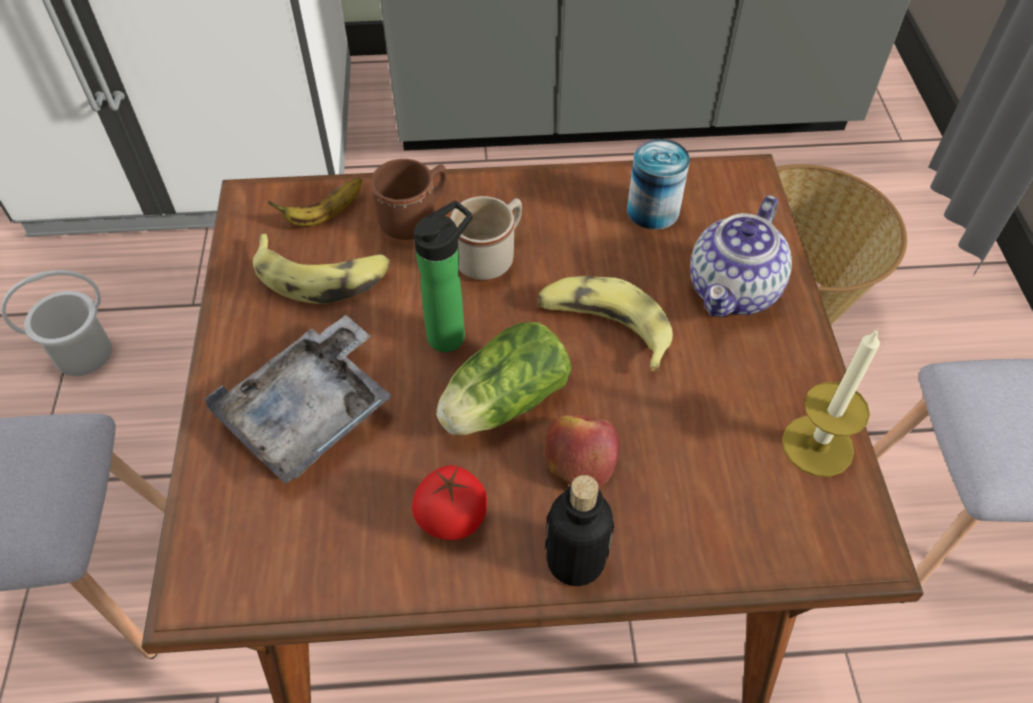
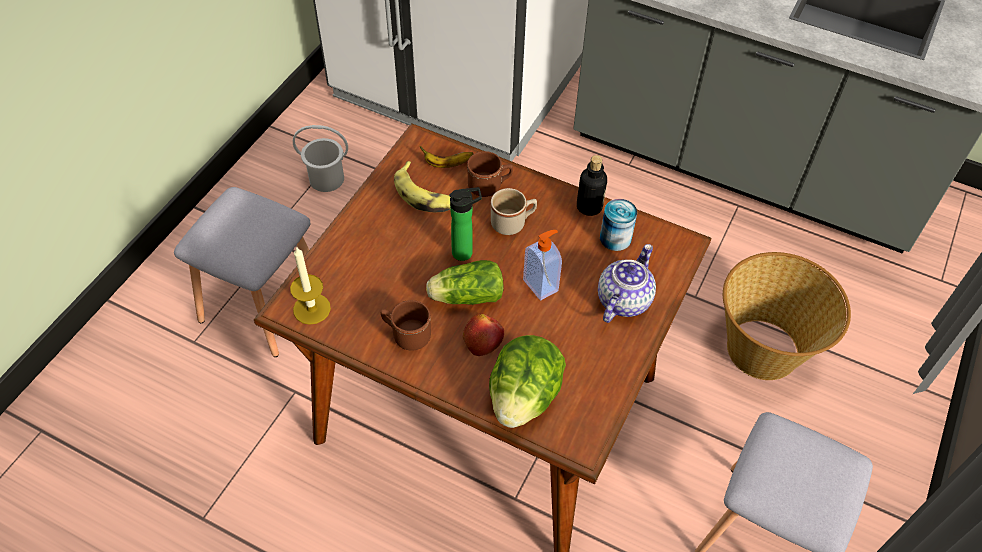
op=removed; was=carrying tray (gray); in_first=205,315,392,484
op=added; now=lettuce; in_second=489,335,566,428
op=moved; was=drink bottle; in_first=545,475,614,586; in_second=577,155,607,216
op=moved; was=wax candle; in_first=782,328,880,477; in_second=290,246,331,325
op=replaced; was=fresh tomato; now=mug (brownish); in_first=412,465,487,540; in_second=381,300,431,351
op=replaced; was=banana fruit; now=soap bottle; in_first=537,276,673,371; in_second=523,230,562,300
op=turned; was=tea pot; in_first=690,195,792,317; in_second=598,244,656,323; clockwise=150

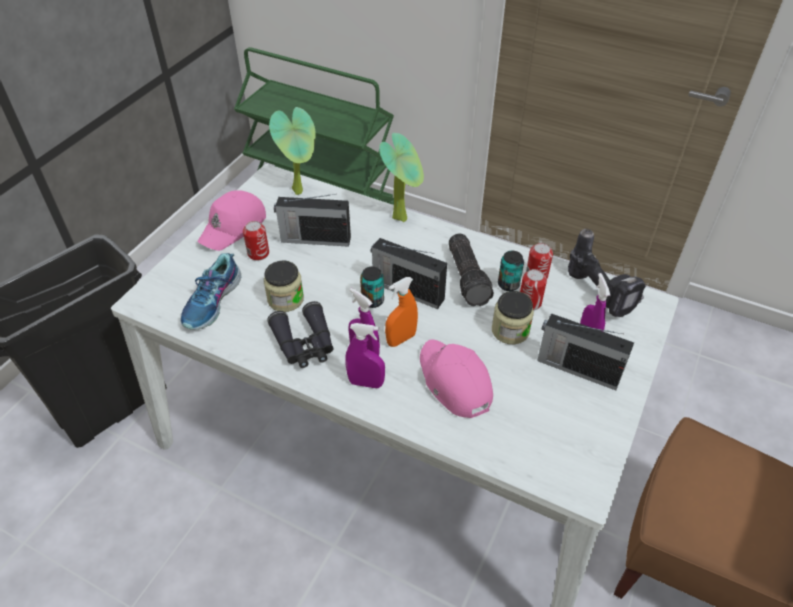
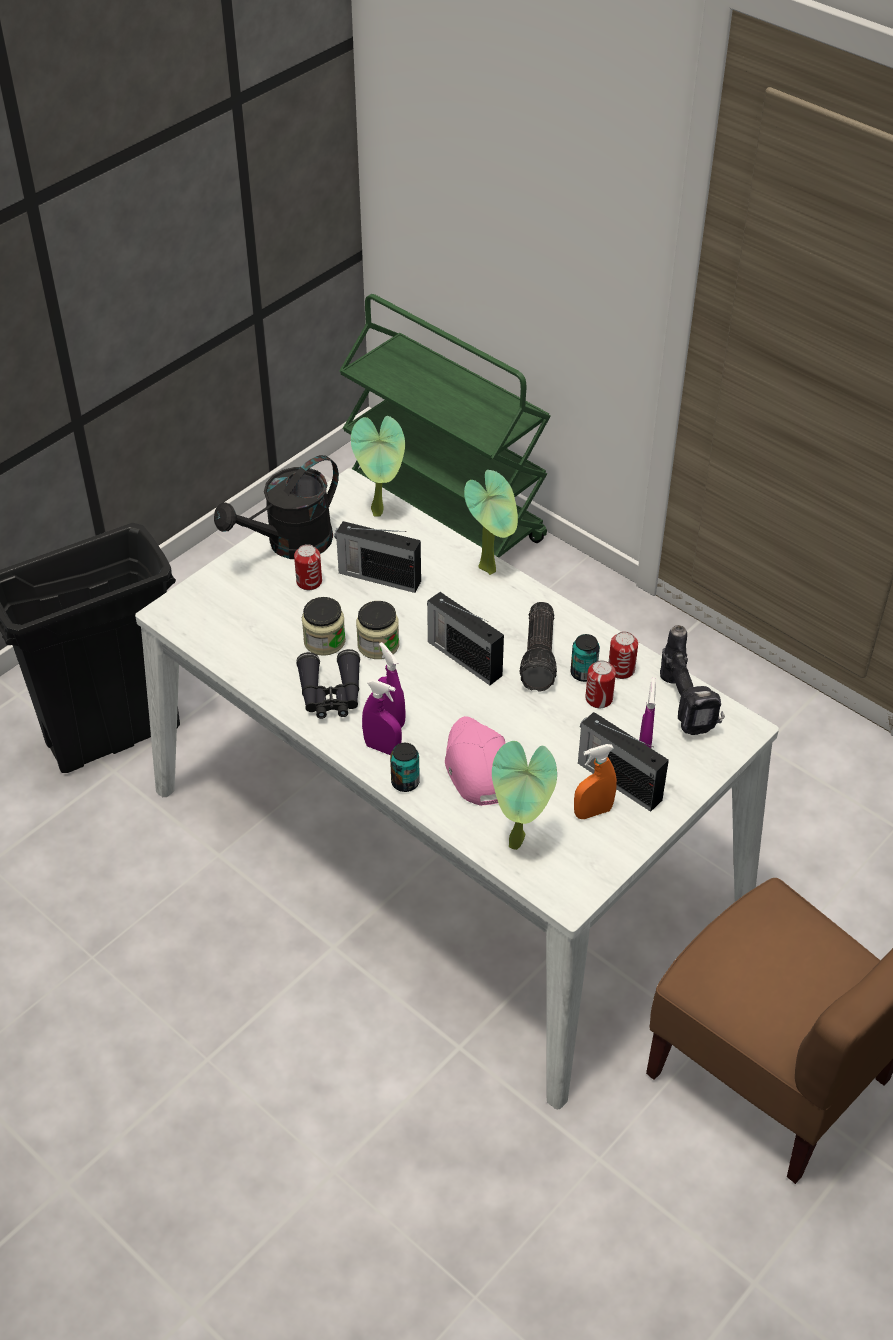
op=removed; was=low shoe; in_first=181,253,241,330
op=added; now=potted plant; in_second=492,741,557,850
op=moved; was=metal can; in_first=360,267,384,308; in_second=390,743,420,792
op=moved; was=hand sprayer (orange); in_first=385,277,418,347; in_second=574,744,617,819
op=moved; was=preserve jar; in_first=492,291,534,344; in_second=356,601,399,659
op=replaced; was=cap (pinkish); now=sprinkling can (black-coloured); in_first=198,190,266,251; in_second=214,455,339,559

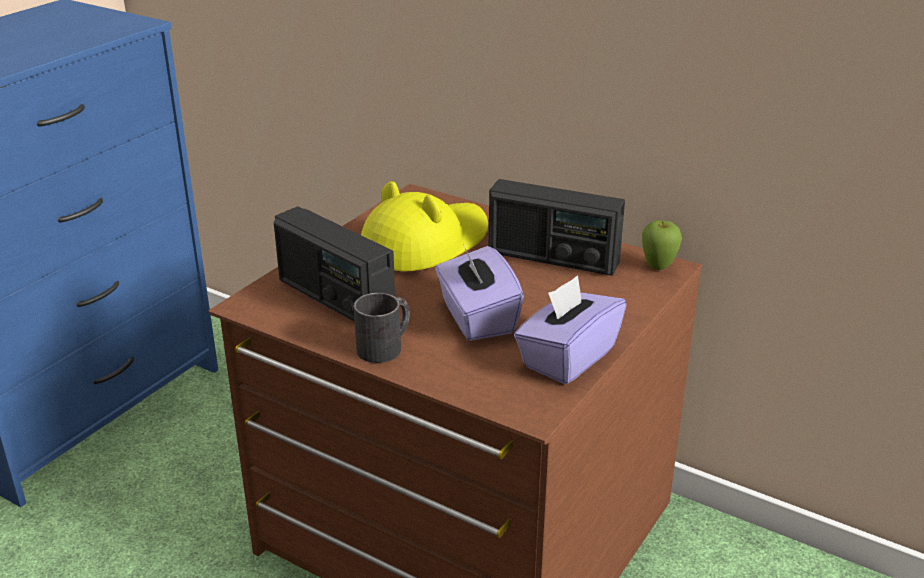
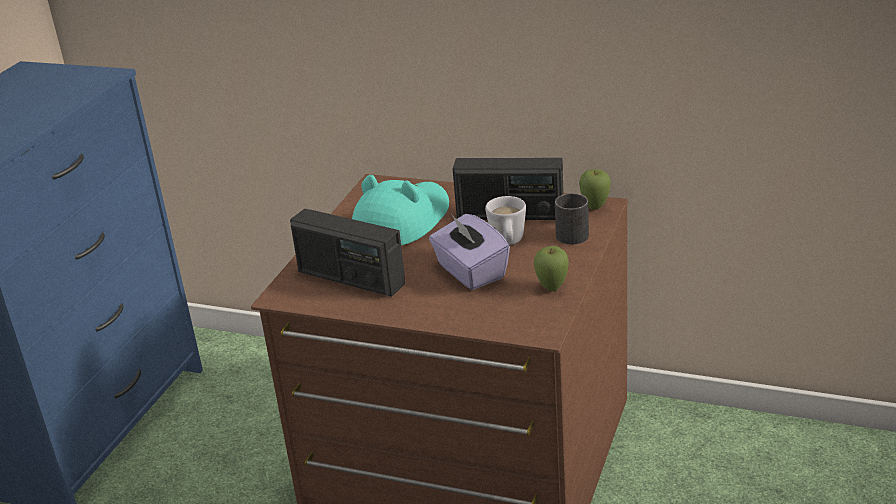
op=added; now=mug (white-coloured); in_second=485,196,526,245
op=moved; was=mug (black-coloured); in_first=354,293,410,363; in_second=555,193,589,244
op=replaced; was=tissue box (purple); now=apple; in_first=514,275,626,384; in_second=534,246,569,291
op=recoloured; was=hat (yellow); now=hat (turquoise); in_first=361,181,488,271; in_second=352,175,449,245

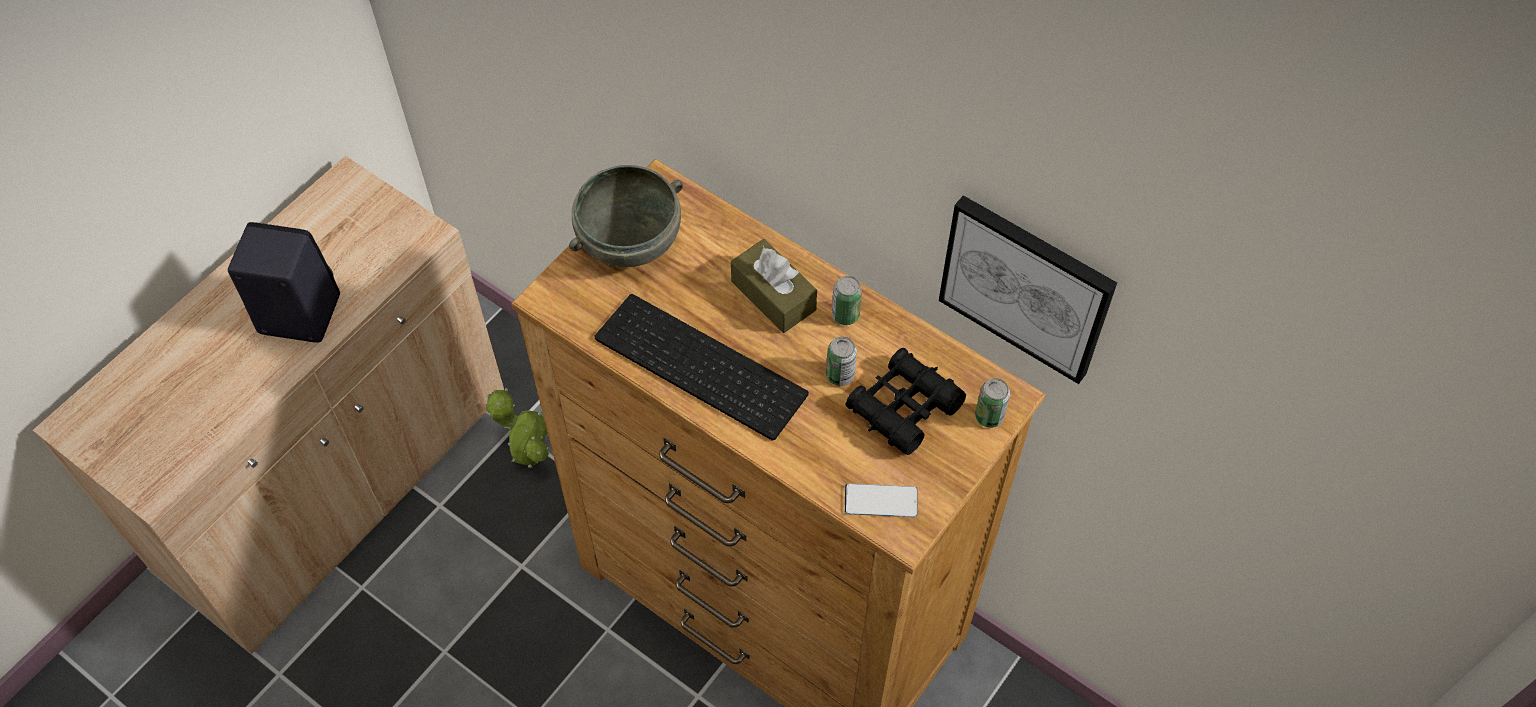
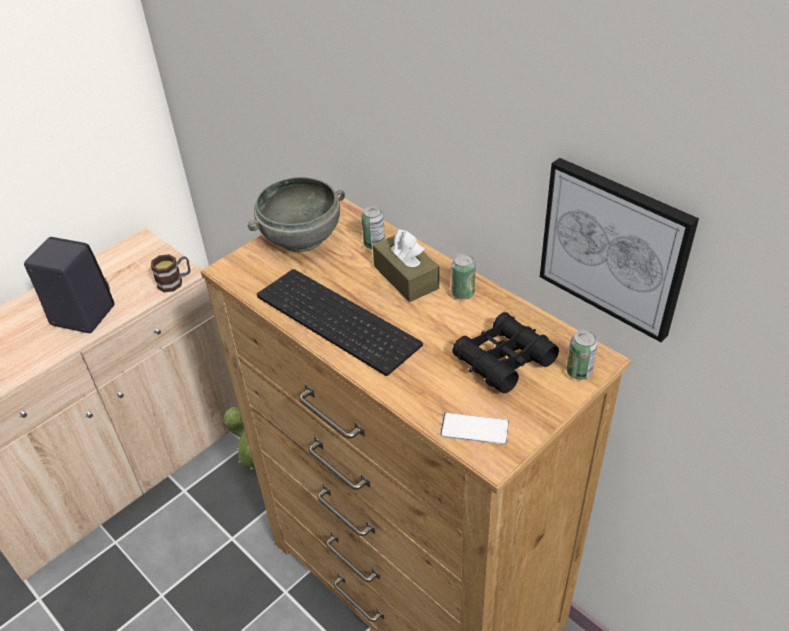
op=added; now=mug; in_second=151,254,190,292
op=moved; was=metal can; in_first=826,337,857,386; in_second=361,206,385,249

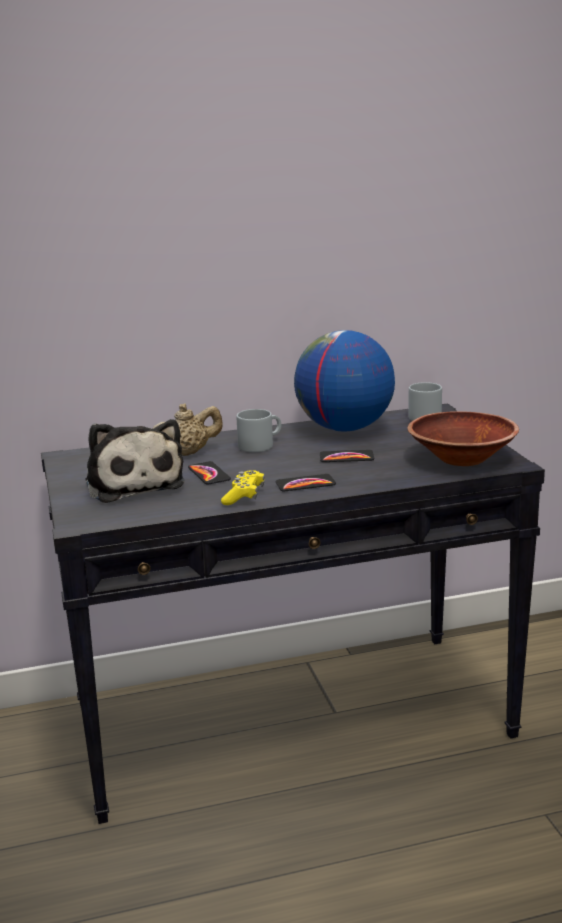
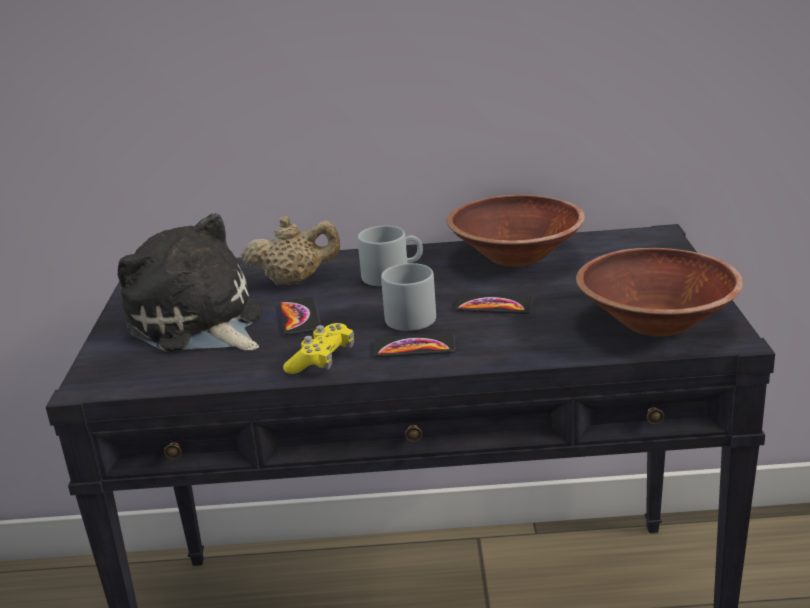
op=moved; was=mug (gray); in_first=408,382,442,421; in_second=381,263,436,331
op=replaced; was=world globe; now=deep dish (brownish); in_first=294,330,395,431; in_second=447,195,585,267
op=turned; was=soft toy; in_first=85,419,185,503; in_second=118,213,263,351; clockwise=150

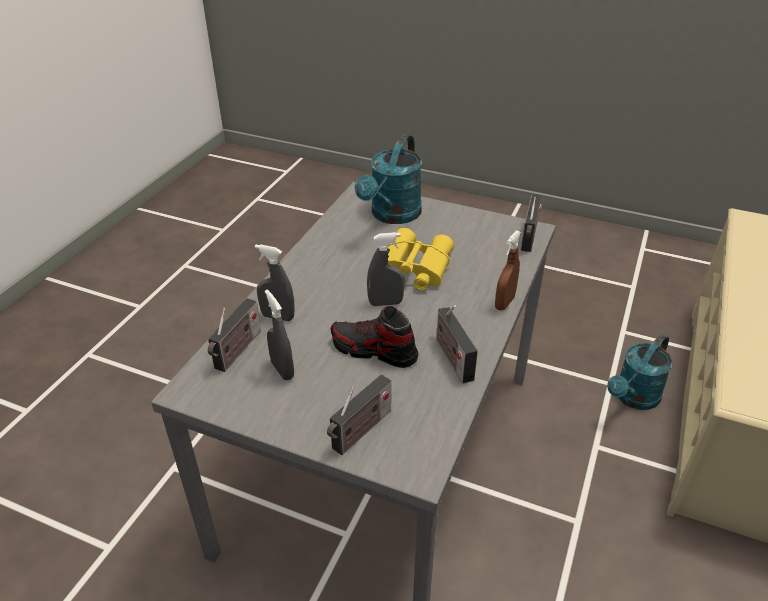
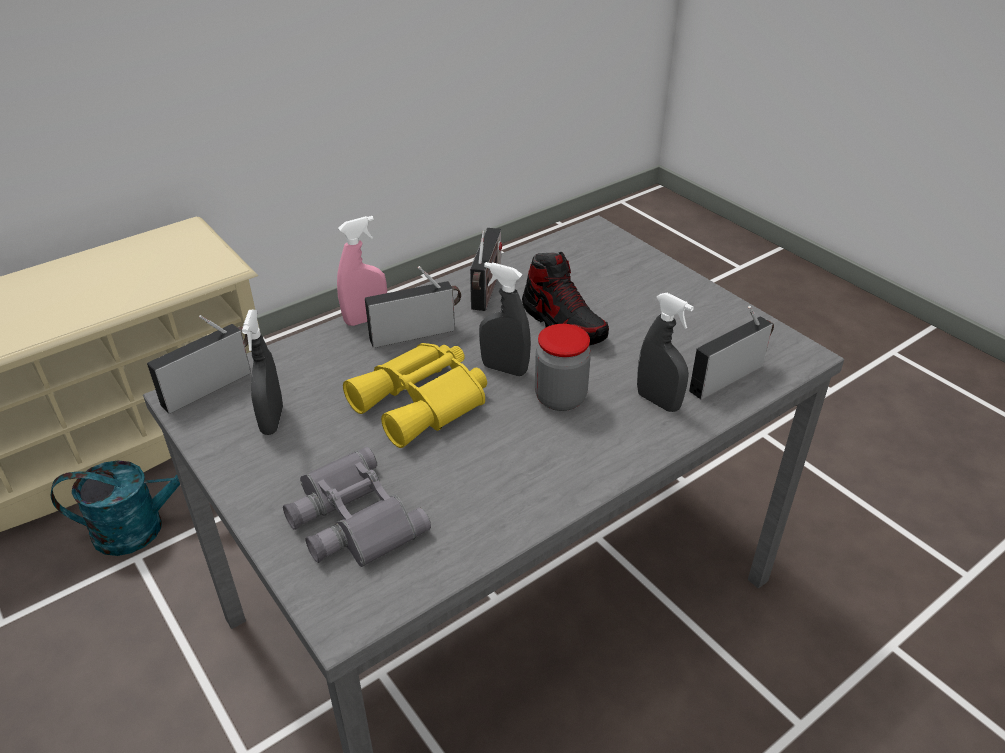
op=added; now=preserve jar; in_second=535,324,591,411
op=moved; was=hand sprayer (gray); in_first=265,290,294,380; in_second=242,310,283,435
op=moved; was=radio set; in_first=327,374,391,455; in_second=365,266,461,348
op=replaced; was=sprinkling can (turquoise); now=pair of binoculars (gray); in_first=355,134,422,224; in_second=283,447,431,567
op=recoloured; was=hand sprayer (brownish); now=hand sprayer (pinkish); in_first=495,231,521,311; in_second=337,216,387,326

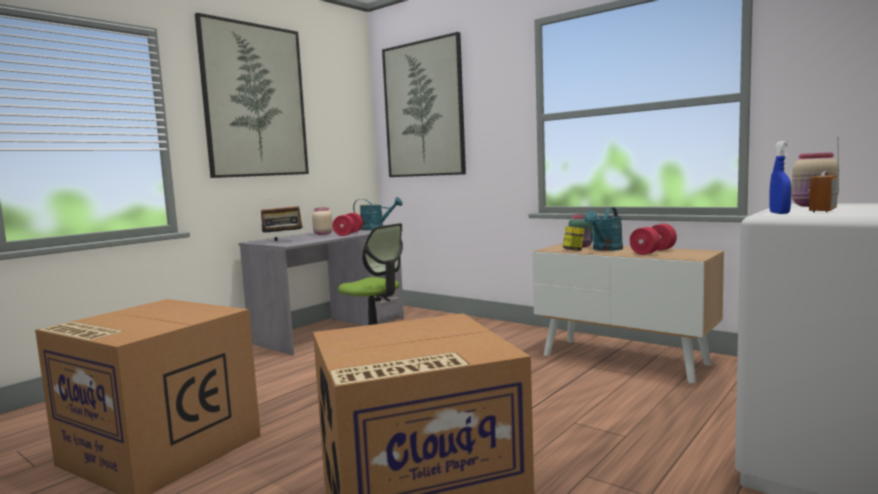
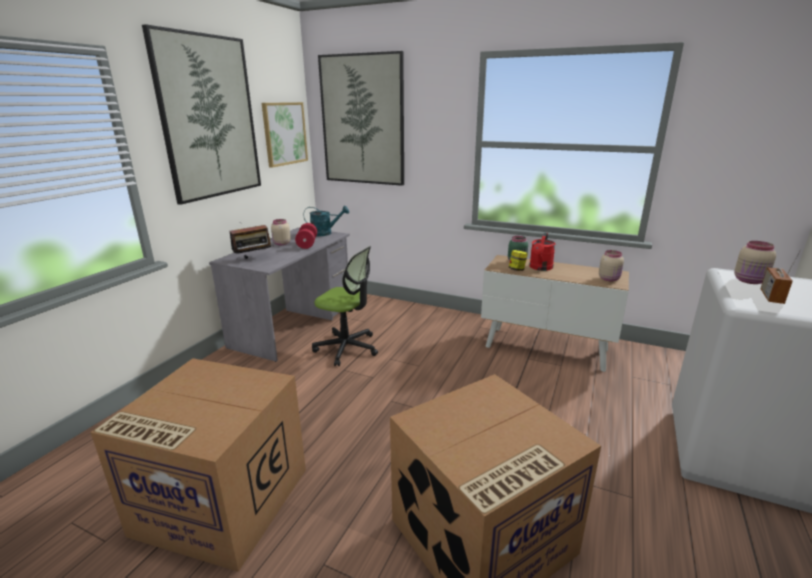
op=removed; was=free weight (reddish); in_first=629,224,677,255
op=removed; was=hand sprayer (blue-coloured); in_first=769,141,792,214
op=added; now=wall picture; in_second=262,102,308,168
op=added; now=preserve jar (beige); in_second=599,250,624,281
op=recoloured; was=sprinkling can (turquoise); now=sprinkling can (reddish); in_first=584,207,623,251; in_second=529,233,556,271

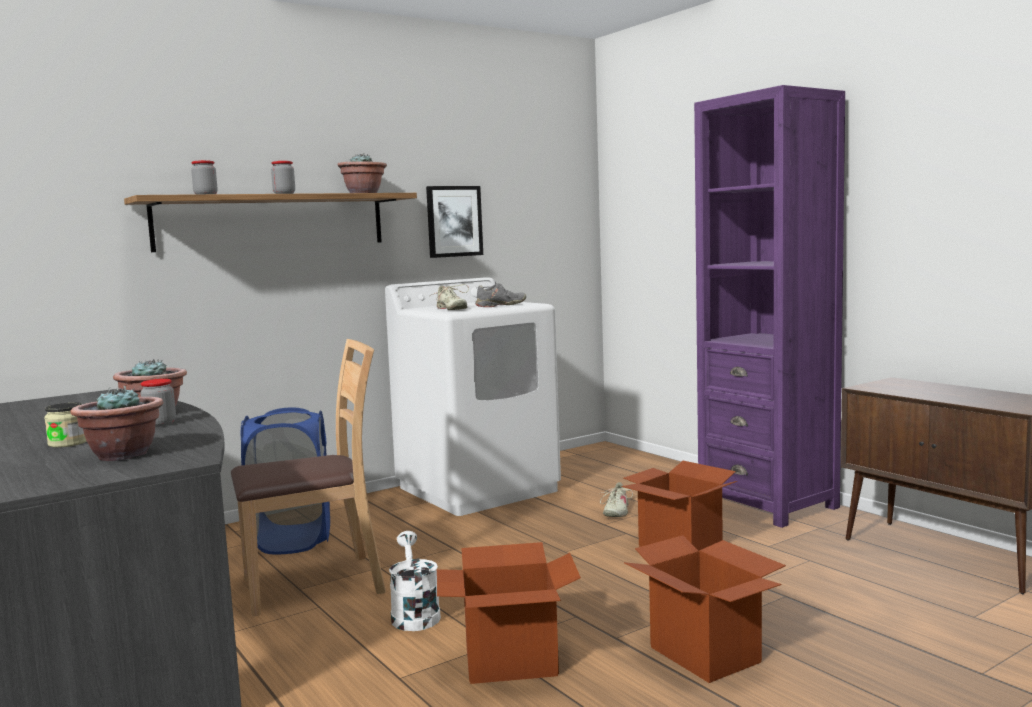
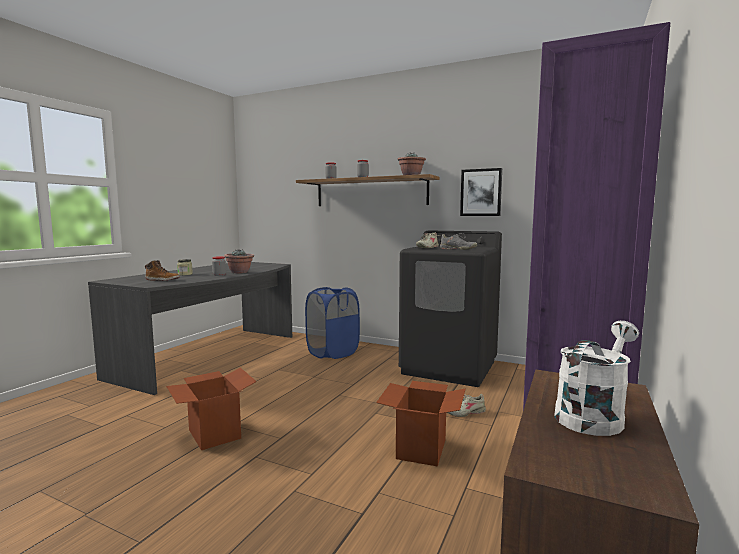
op=removed; was=plain chair (brownish); in_first=231,339,386,616
op=removed; was=carton; in_first=624,535,786,683
op=moved; was=sprinkling can (white-coloured); in_first=389,531,441,631; in_second=554,321,639,436
op=replaced; was=potted plant; now=high-top boot; in_first=70,386,164,461; in_second=145,260,180,281
op=recoloured; was=washing machine (white-coloured); now=washing machine (black-coloured); in_first=385,277,561,516; in_second=399,231,502,387

